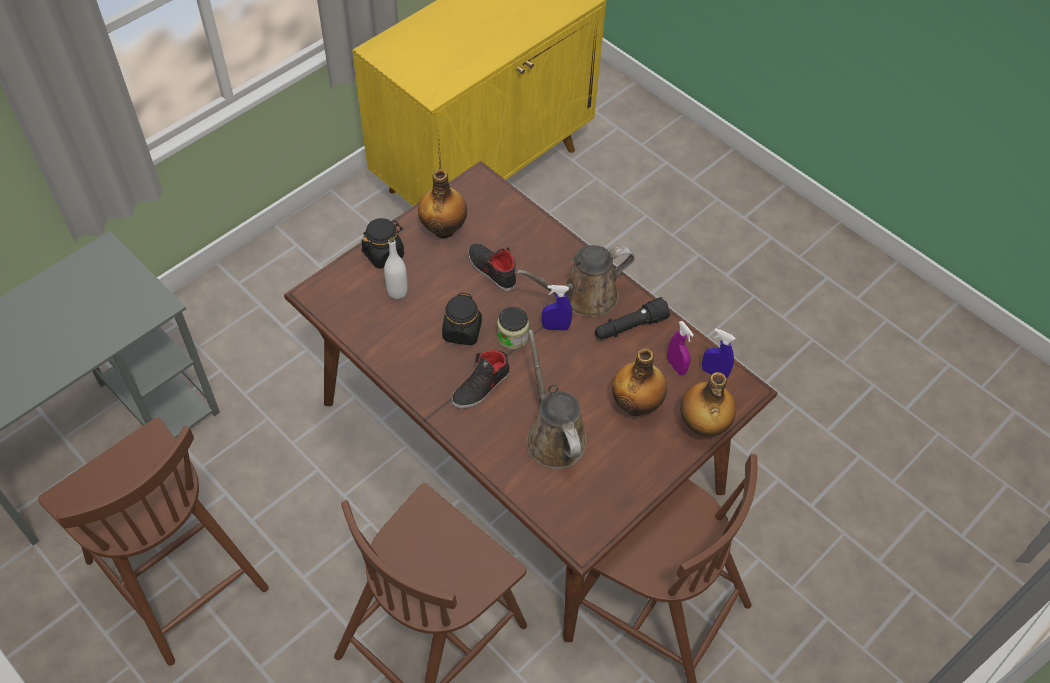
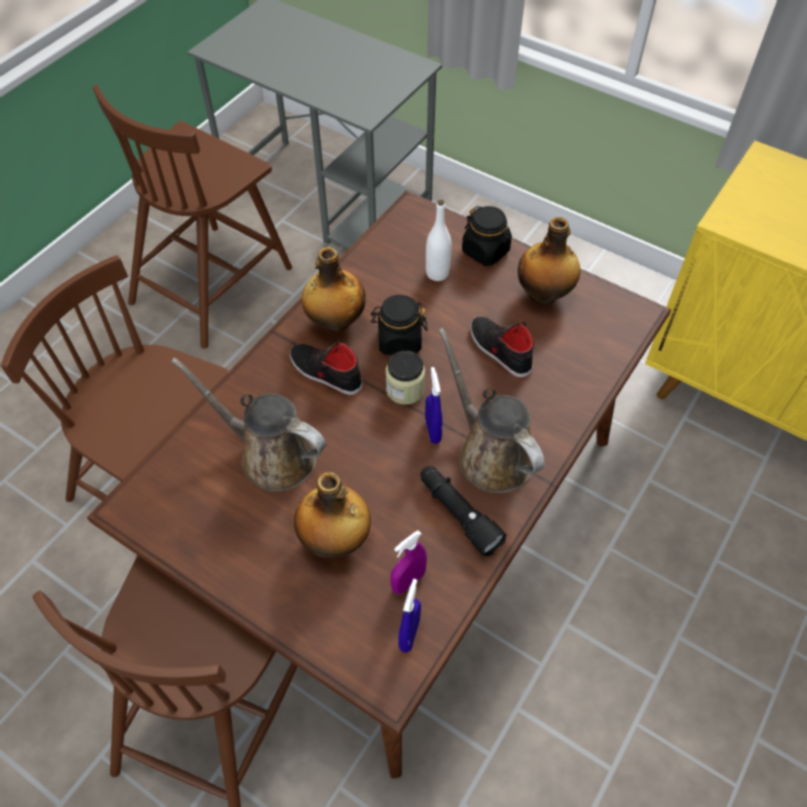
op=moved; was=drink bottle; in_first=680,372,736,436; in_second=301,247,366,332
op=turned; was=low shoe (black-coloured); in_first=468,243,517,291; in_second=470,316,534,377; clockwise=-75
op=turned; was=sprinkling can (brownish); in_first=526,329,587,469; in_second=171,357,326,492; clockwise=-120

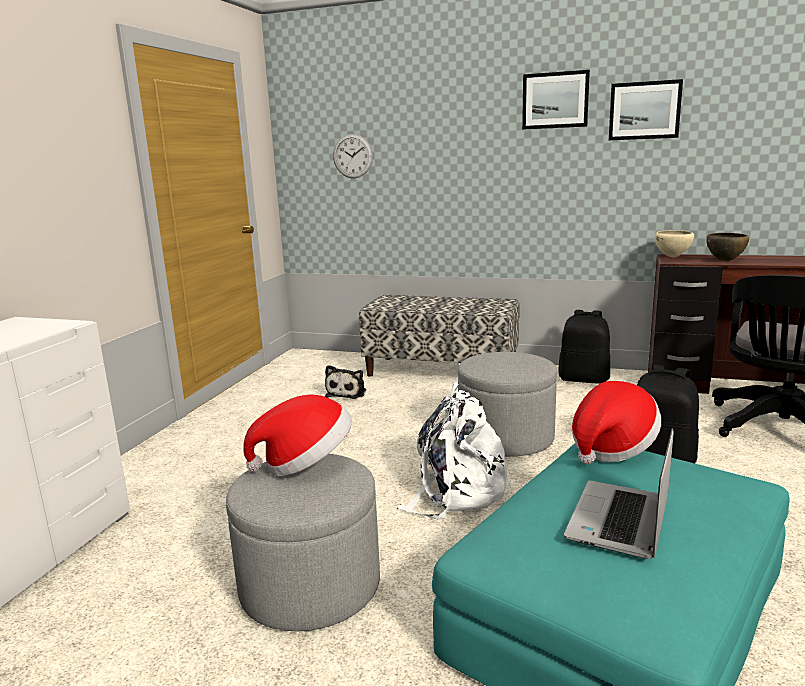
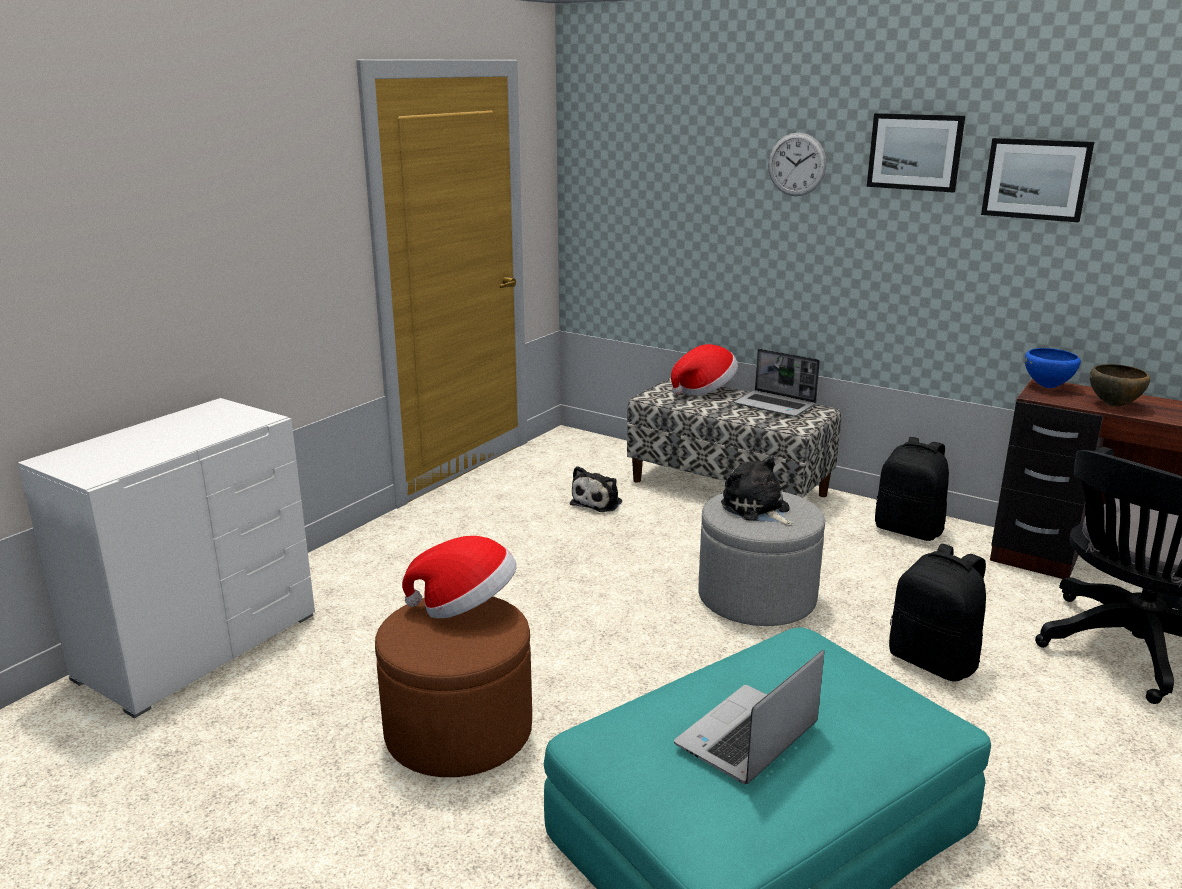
op=removed; was=rucksack (white-coloured); in_first=397,382,511,519
op=added; now=soft toy; in_second=721,456,793,525
op=added; now=notebook computer; in_second=734,349,820,417
op=moved; was=wall clock; in_first=333,134,373,178; in_second=768,133,827,196
op=moved; was=hat; in_first=572,381,661,464; in_second=671,344,738,396
op=recoloured; was=pouffe (gray); now=pouffe (brownish); in_first=226,454,380,631; in_second=375,597,532,777
op=recoloured; was=deep dish (beige); now=deep dish (blue-coloured); in_first=655,230,694,257; in_second=1025,348,1081,388

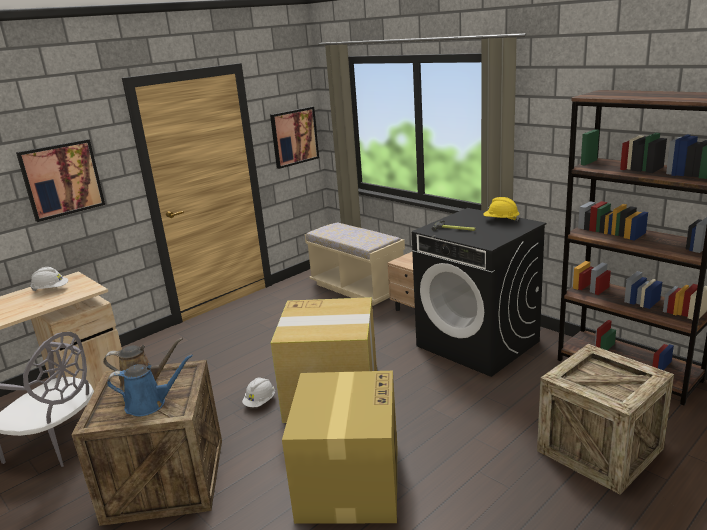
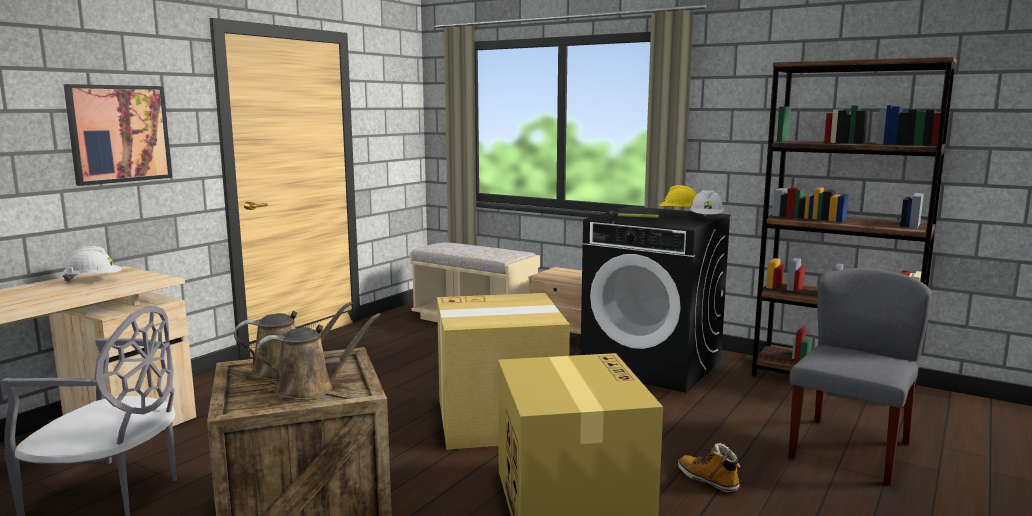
op=removed; was=wall picture; in_first=270,107,319,169
op=added; now=high-top boot; in_second=678,443,740,493
op=moved; was=hard hat (white-coloured); in_first=242,377,275,407; in_second=690,190,724,216
op=replaced; was=shipping crate; now=plain chair (gray); in_first=537,344,674,495; in_second=788,268,932,486
op=recoloured; was=sprinkling can (blue-coloured); now=sprinkling can (brownish); in_first=107,354,193,416; in_second=257,313,381,400

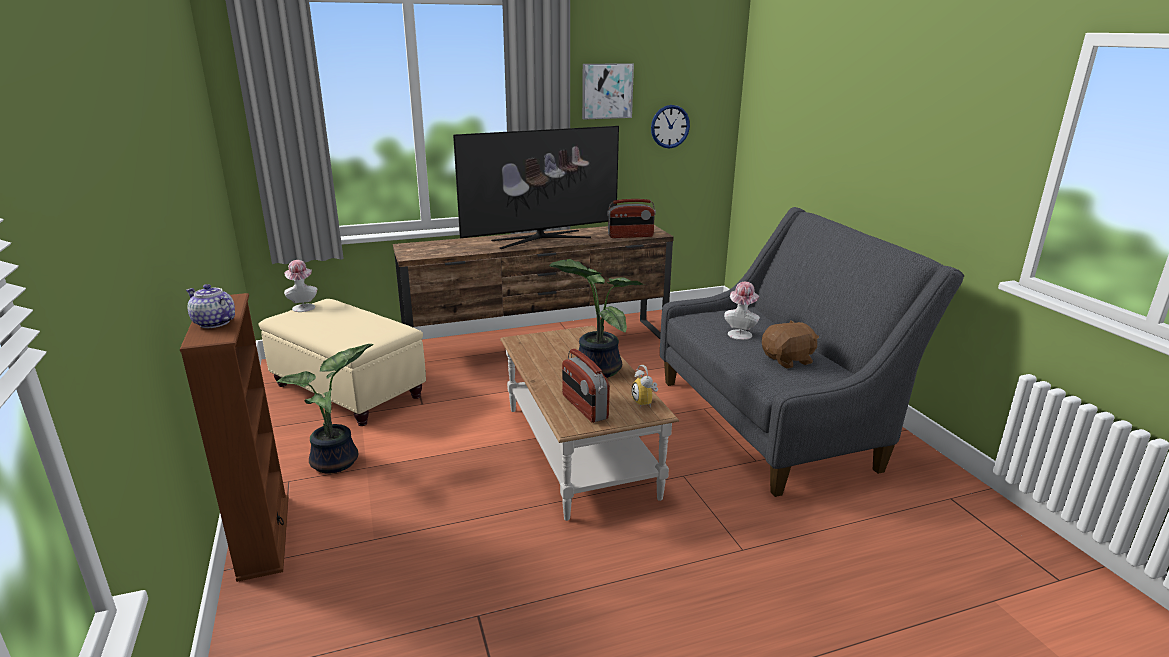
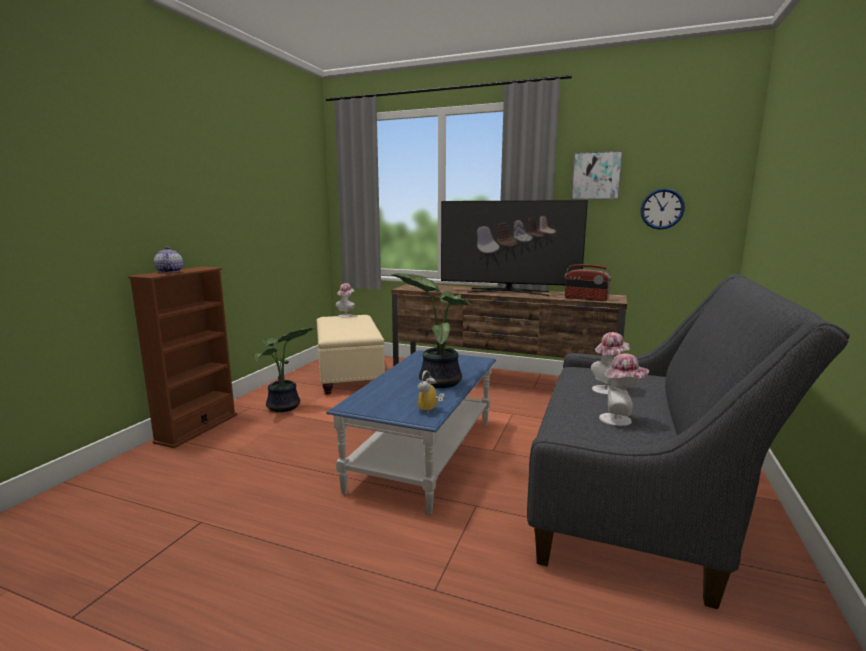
op=removed; was=radio set; in_first=562,349,610,423
op=replaced; was=soft toy (brownish); now=hat; in_first=762,320,819,369; in_second=599,353,649,426
op=recoloured; was=low table (brownish); now=low table (blue-coloured); in_first=500,326,679,521; in_second=326,350,496,515

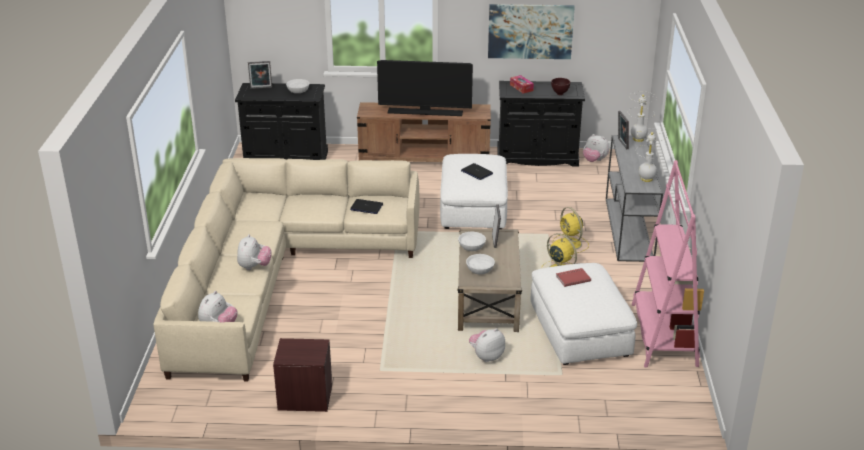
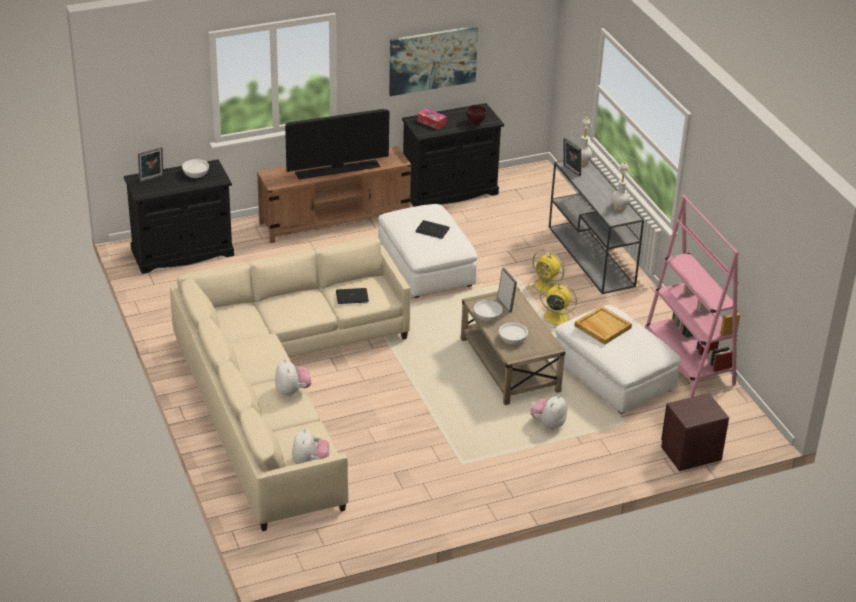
op=removed; was=soft toy; in_first=583,134,610,162
op=moved; was=night table (brownish); in_first=273,338,332,412; in_second=661,393,729,471
op=replaced; was=bound book (reddish); now=carrying tray (beige); in_first=556,268,591,287; in_second=575,306,632,345

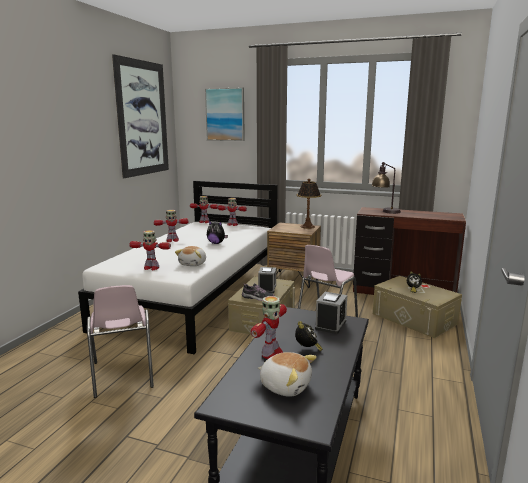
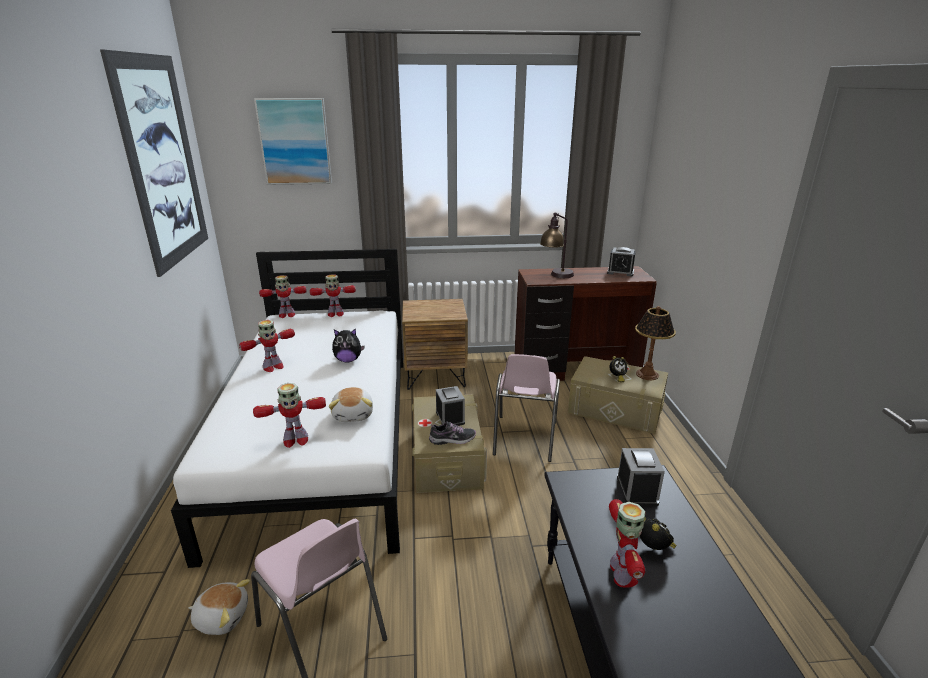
op=added; now=table clock; in_second=607,247,636,276
op=moved; was=soft toy; in_first=258,352,317,397; in_second=188,579,250,635
op=moved; was=table lamp; in_first=296,179,321,229; in_second=635,306,676,380

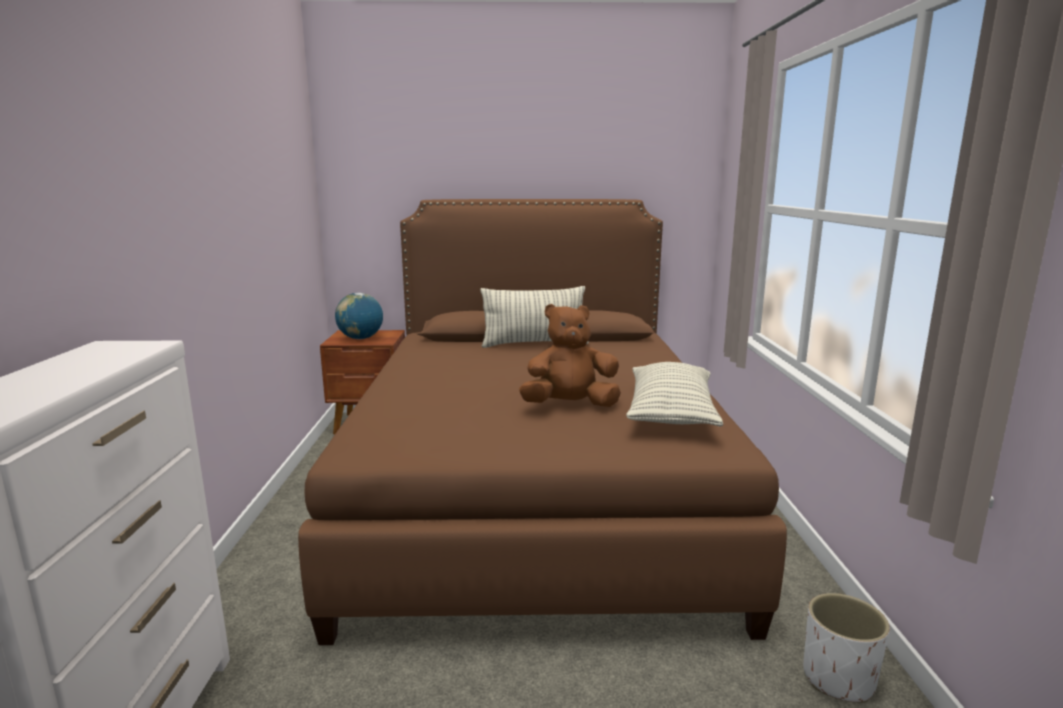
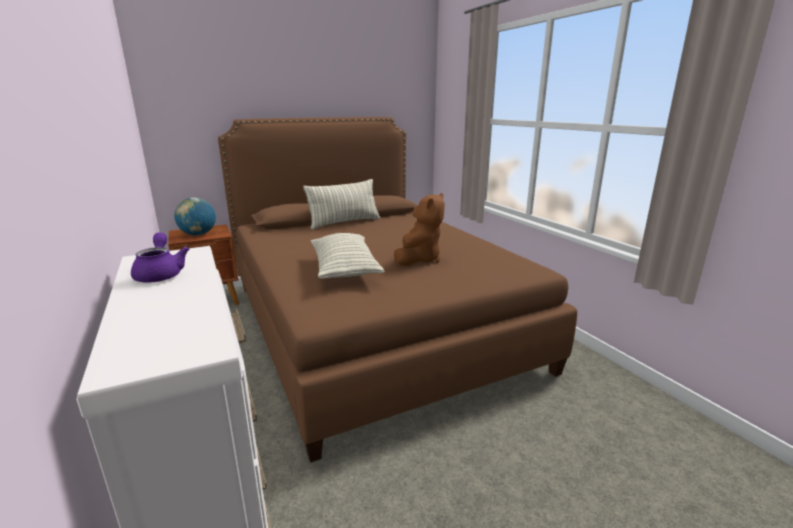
op=removed; was=flower pot (white-coloured); in_first=803,593,890,703
op=added; now=tea pot (purple); in_second=131,232,189,283
op=moved; was=throw pillow; in_first=626,362,723,427; in_second=311,233,385,279
op=turned; was=soft toy (brownish); in_first=519,304,621,407; in_second=394,193,445,266; clockwise=150

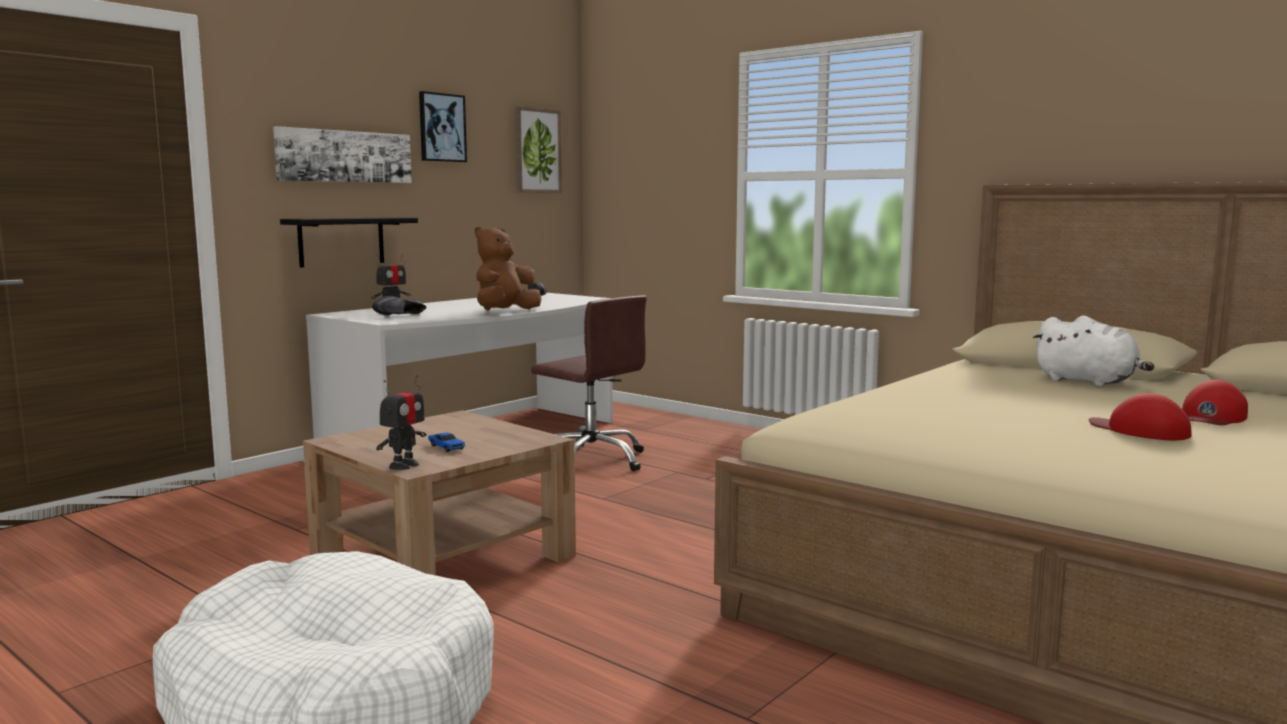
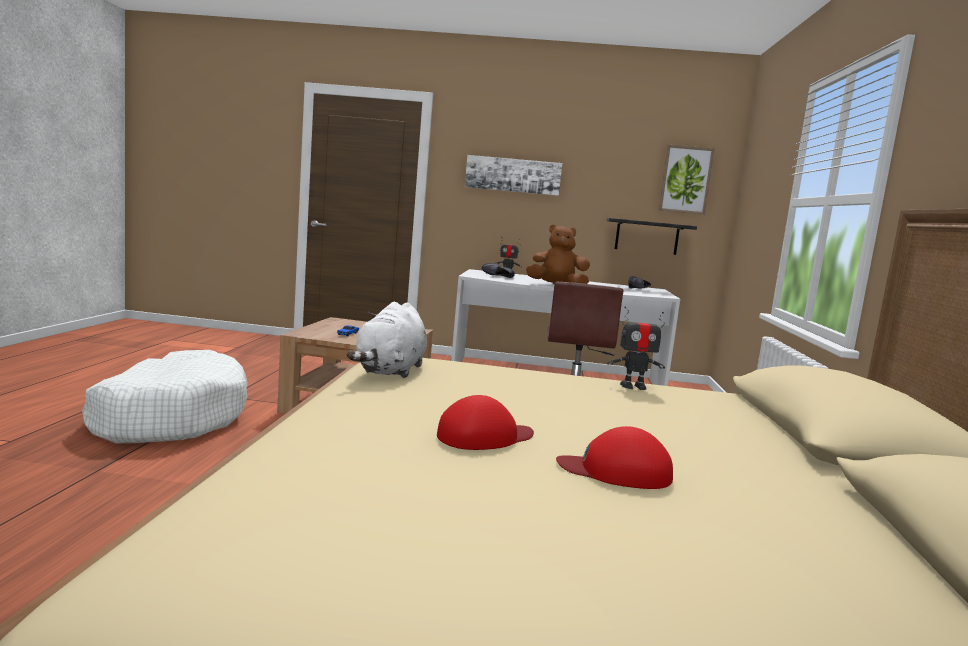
op=removed; was=wall picture; in_first=419,91,467,162
op=moved; was=shelf (black-coloured); in_first=280,217,418,267; in_second=607,218,697,255
op=moved; was=toy robot; in_first=376,375,426,470; in_second=607,306,665,390
op=moved; was=soft toy (white-coloured); in_first=1033,316,1154,387; in_second=346,302,427,378
op=turned; was=cap (reddish); in_first=1089,393,1192,440; in_second=437,395,534,450; clockwise=45

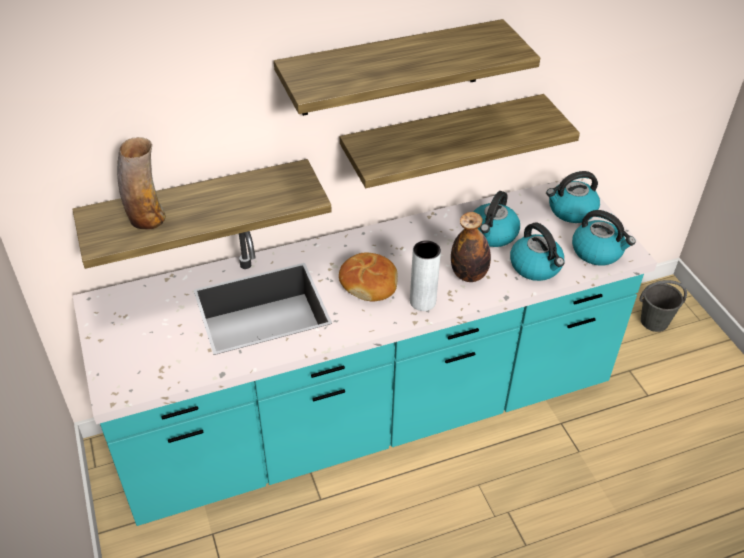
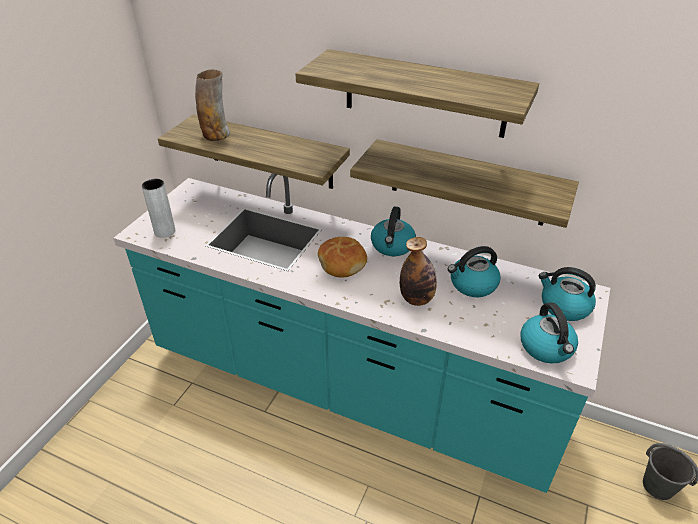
op=moved; was=vase (gray); in_first=410,240,441,311; in_second=142,179,175,238
op=moved; was=tea kettle; in_first=510,223,564,281; in_second=371,206,416,256

